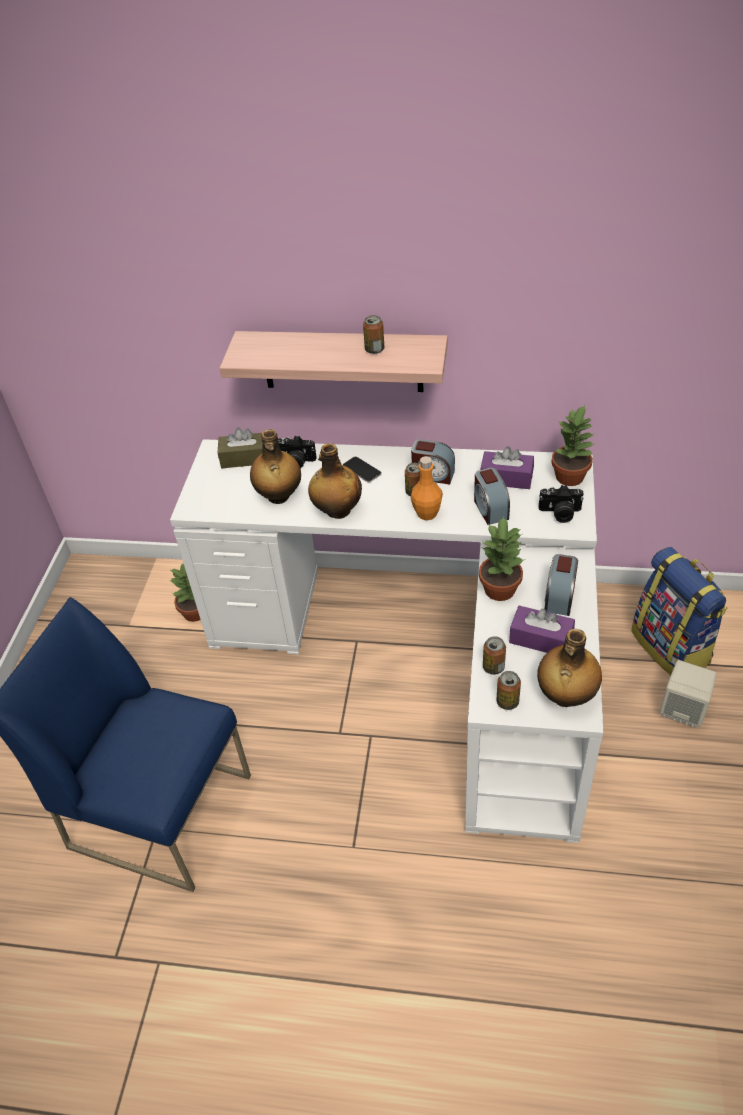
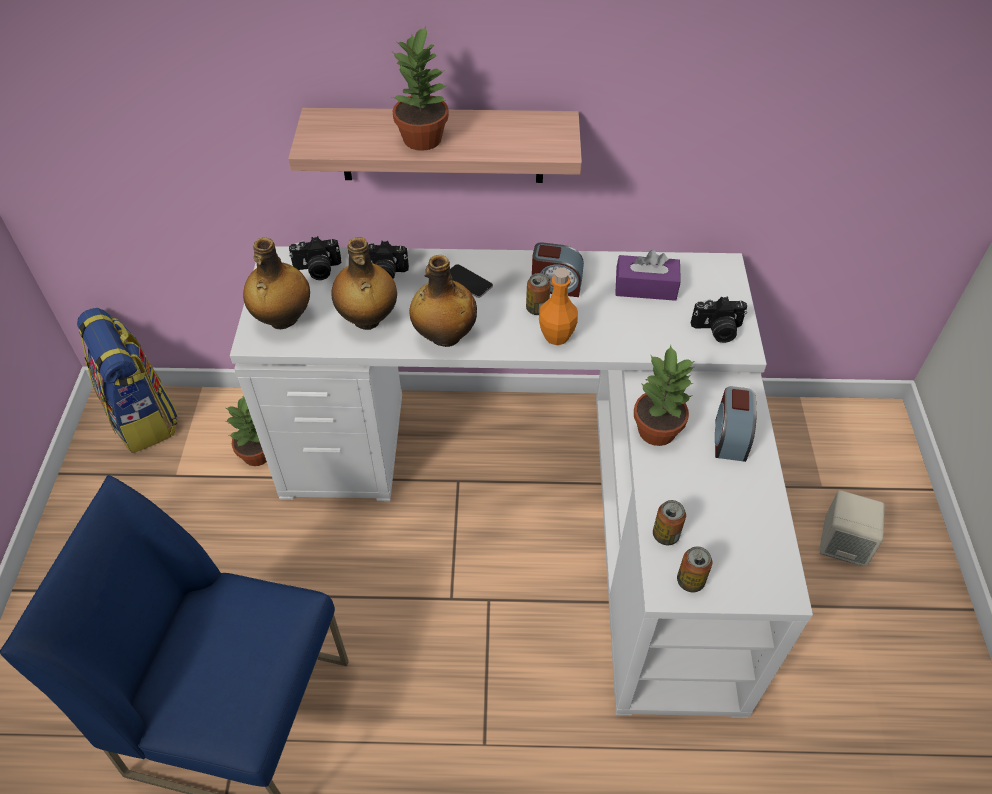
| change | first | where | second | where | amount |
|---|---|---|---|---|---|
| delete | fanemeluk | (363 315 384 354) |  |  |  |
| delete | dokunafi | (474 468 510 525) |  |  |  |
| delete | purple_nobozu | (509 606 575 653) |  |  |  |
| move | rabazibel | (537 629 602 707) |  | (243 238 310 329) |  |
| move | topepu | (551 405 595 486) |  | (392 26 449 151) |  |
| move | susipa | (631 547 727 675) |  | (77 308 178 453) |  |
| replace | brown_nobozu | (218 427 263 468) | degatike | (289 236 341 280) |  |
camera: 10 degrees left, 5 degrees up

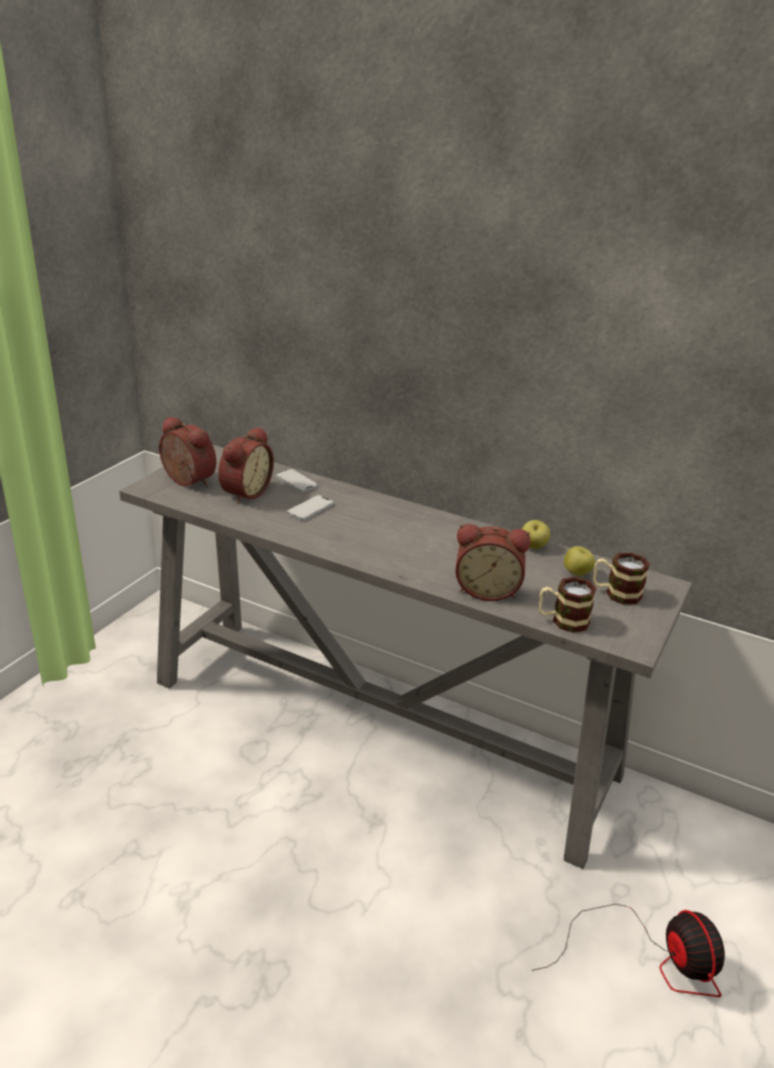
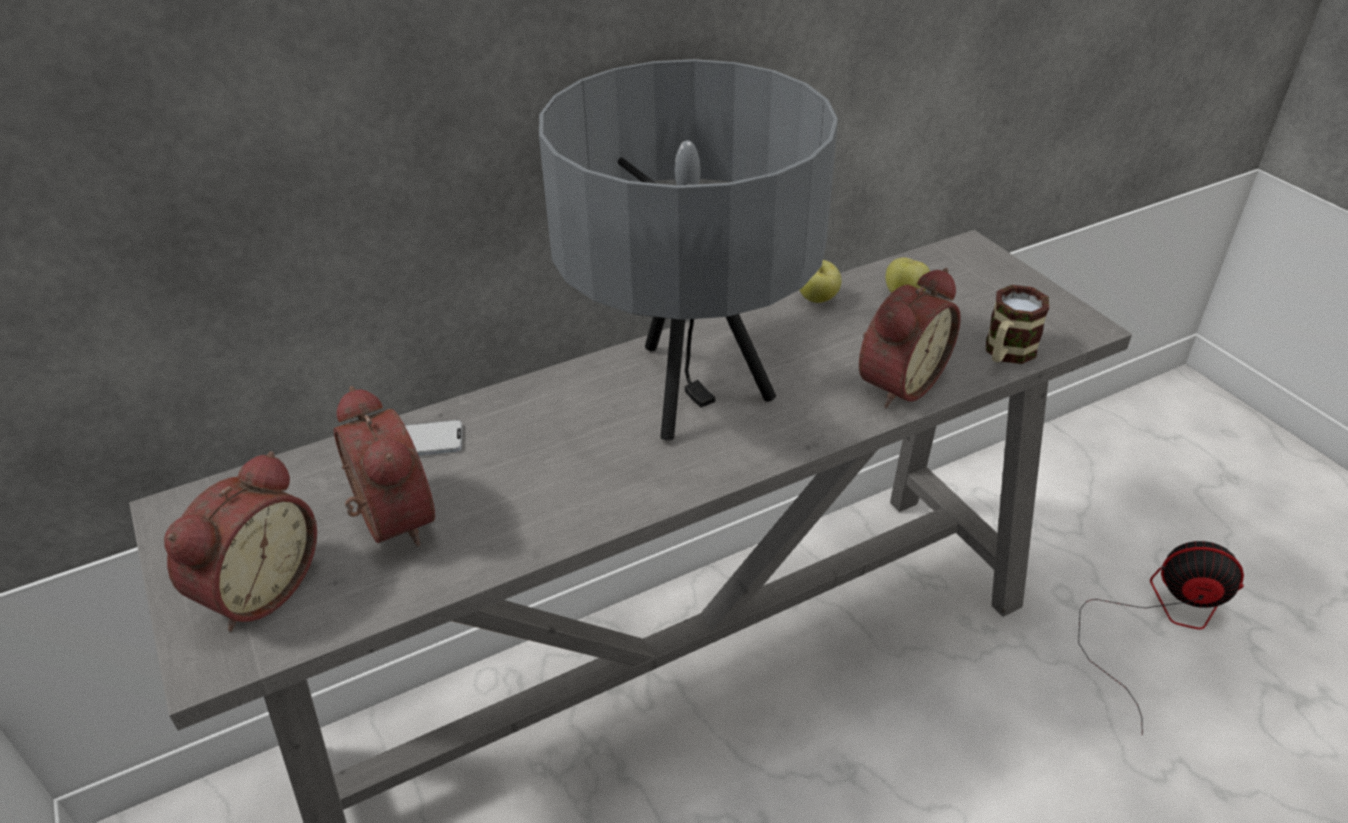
| change | first | where | second | where | amount |
|---|---|---|---|---|---|
| delete | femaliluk | (286 495 334 521) |  |  |  |
| delete | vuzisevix | (593 553 650 605) |  |  |  |
| insert |  |  | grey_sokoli | (539 59 838 440) |  |
| rotate | dokunafi | (159 416 216 487) |  | (164 451 317 632) | 135 degrees clockwise |
camera: 55 degrees left, 10 degrees up

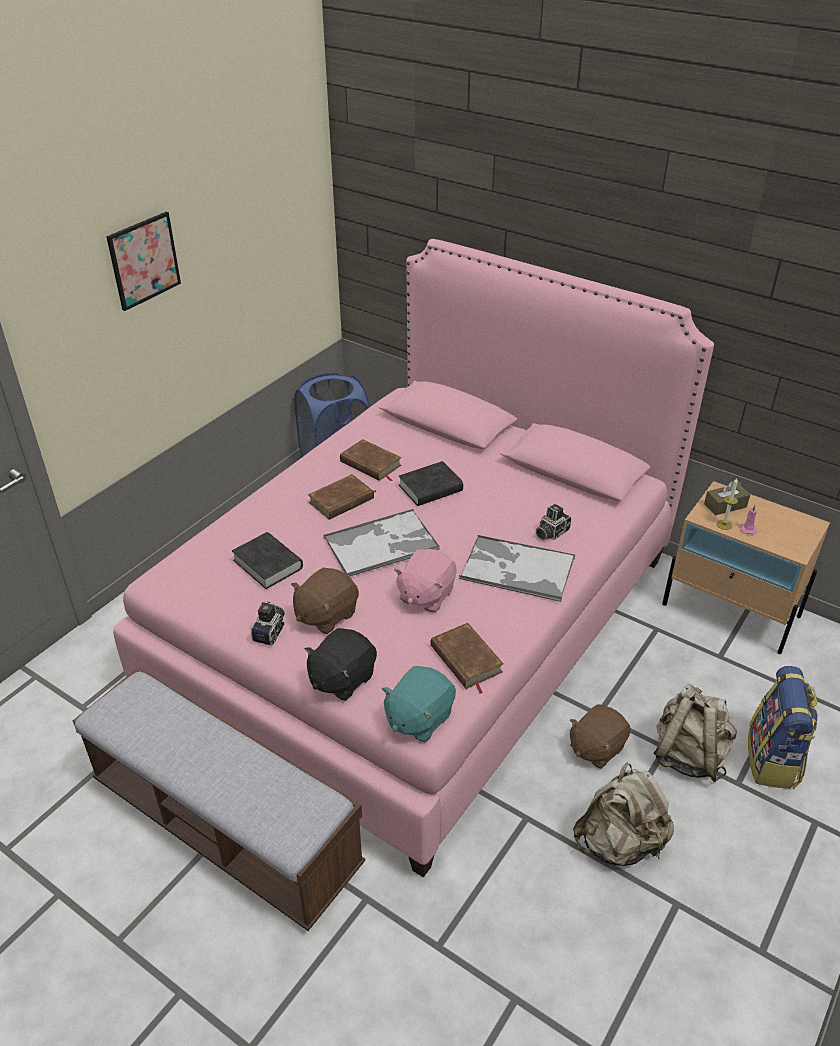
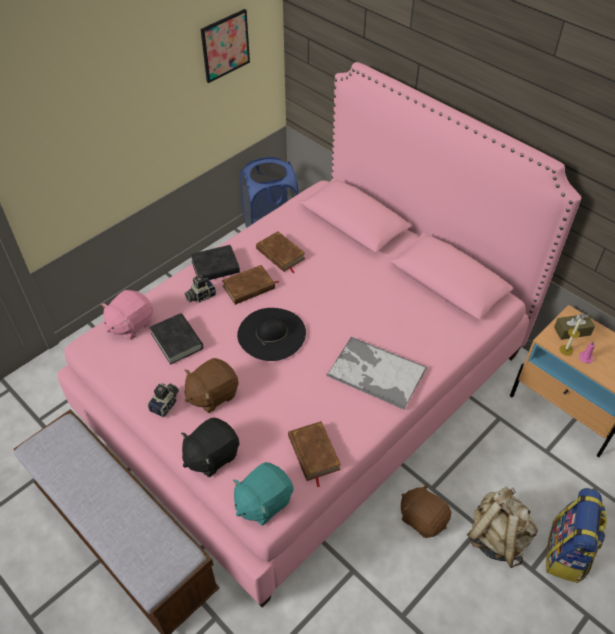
| change | first | where | second | where | amount |
|---|---|---|---|---|---|
| delete | beige_susipa | (573 763 674 866) |  |  |  |
| move | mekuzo | (106 212 181 311) |  | (201 9 250 83) |  |
| move | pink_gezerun | (394 549 457 612) |  | (101 290 153 340) |  |
| move | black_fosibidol | (399 461 463 506) |  | (190 245 240 280) |  |
| move | degatike | (536 504 572 540) |  | (185 275 216 303) |  |
| replace | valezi | (324 509 440 577) | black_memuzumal | (237 308 306 361) |  |
| rotate | brown_gezerun | (570 704 631 769) |  | (401 483 451 538) | 75 degrees clockwise |
camera: 10 degrees right, 10 degrees up

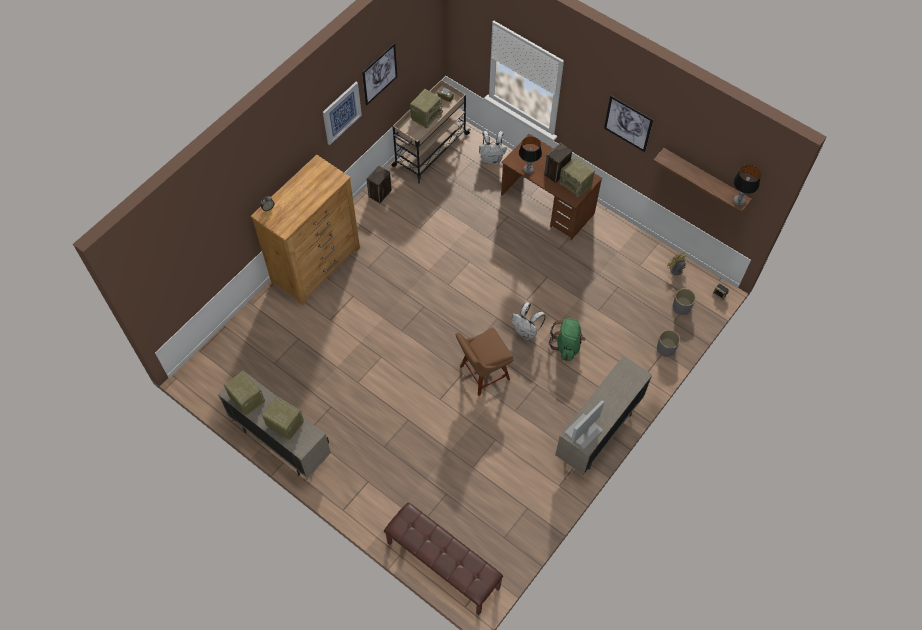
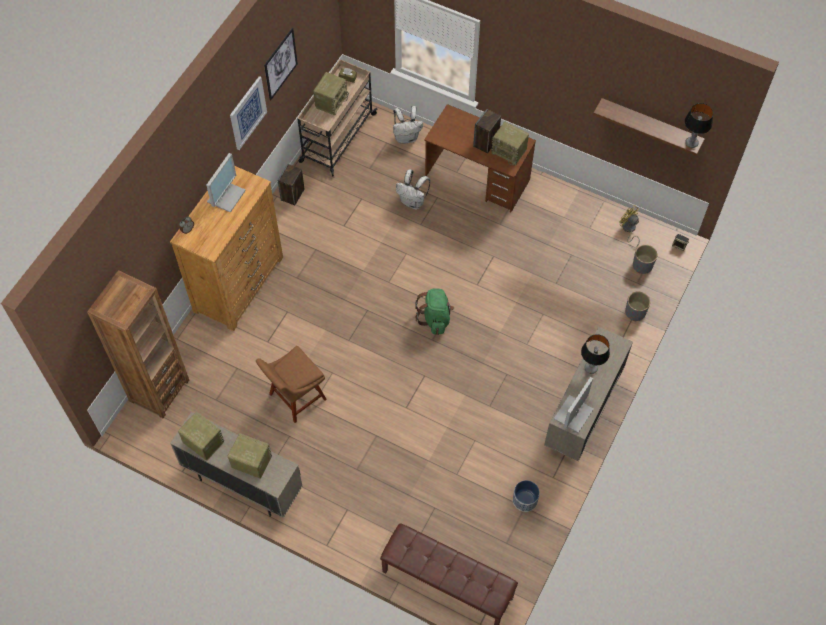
| change | first | where | second | where | amount |
|---|---|---|---|---|---|
| delete | mekuzo | (604 96 653 152) |  |  |  |
| insert |  |  | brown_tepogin | (87 270 189 418) |  |
| insert |  |  | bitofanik | (206 153 246 213) |  |
| insert |  |  | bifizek | (513 480 540 512) |  |
| move | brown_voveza | (456 327 514 396) |  | (256 346 327 423) |  |
| move | white_susipa | (511 302 546 340) |  | (396 170 430 210) |  |
| move | sokoli | (519 137 542 174) |  | (581 334 610 374) |  |
| move | green_susipa | (549 318 586 361) |  | (415 288 454 335) |  |
camera: 10 degrees left, 0 degrees up

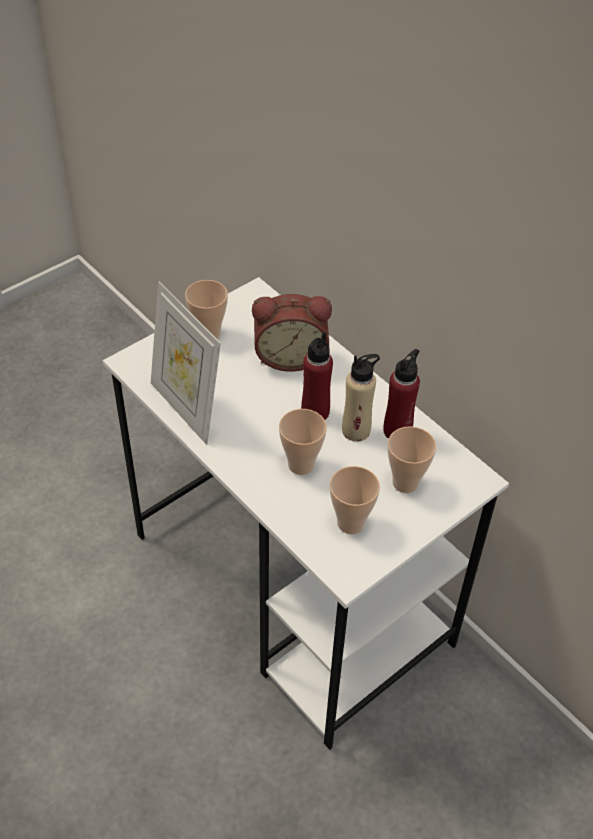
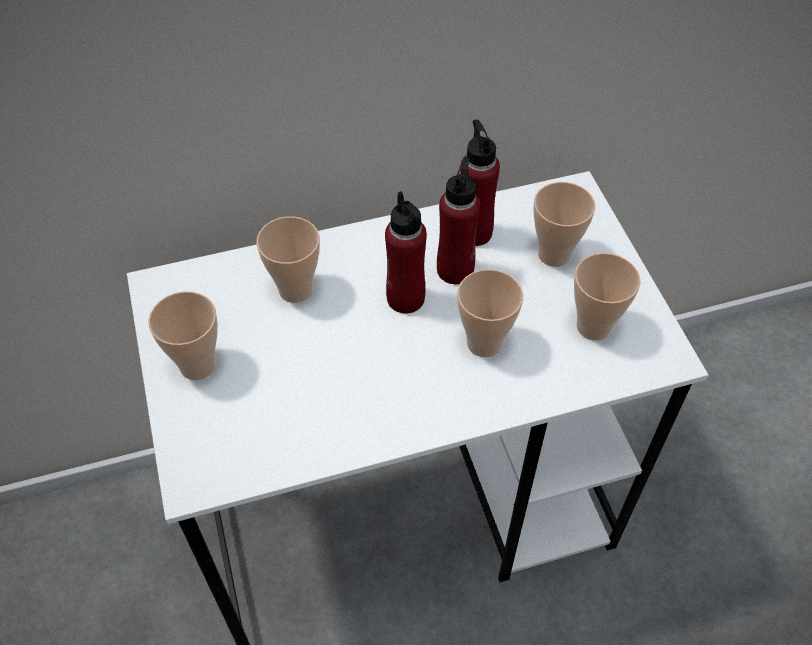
| change | first | where | second | where | amount |
|---|---|---|---|---|---|
| delete | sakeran | (151 281 221 445) |  |  |  |
| replace | dokunafi | (252 294 332 372) | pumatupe | (256 216 320 303) |  |
| recolor | beige_rabazibel | (342 354 380 442) | red_rabazibel | (437 157 480 284) |  |
camera: 65 degrees left, 5 degrees up

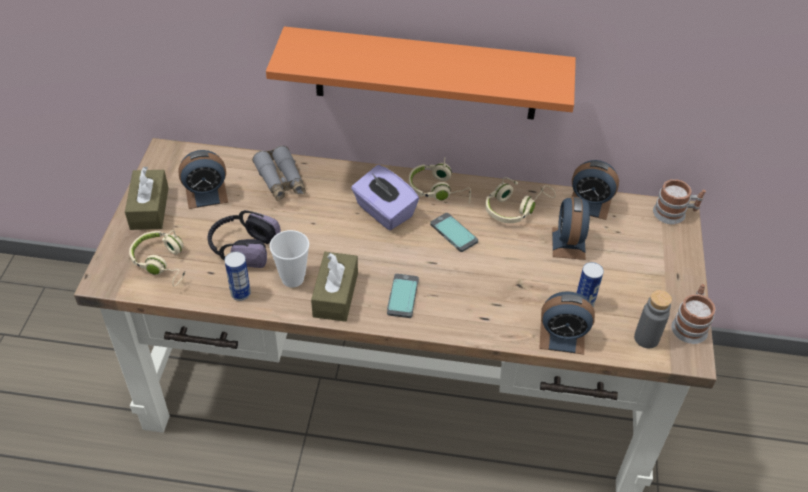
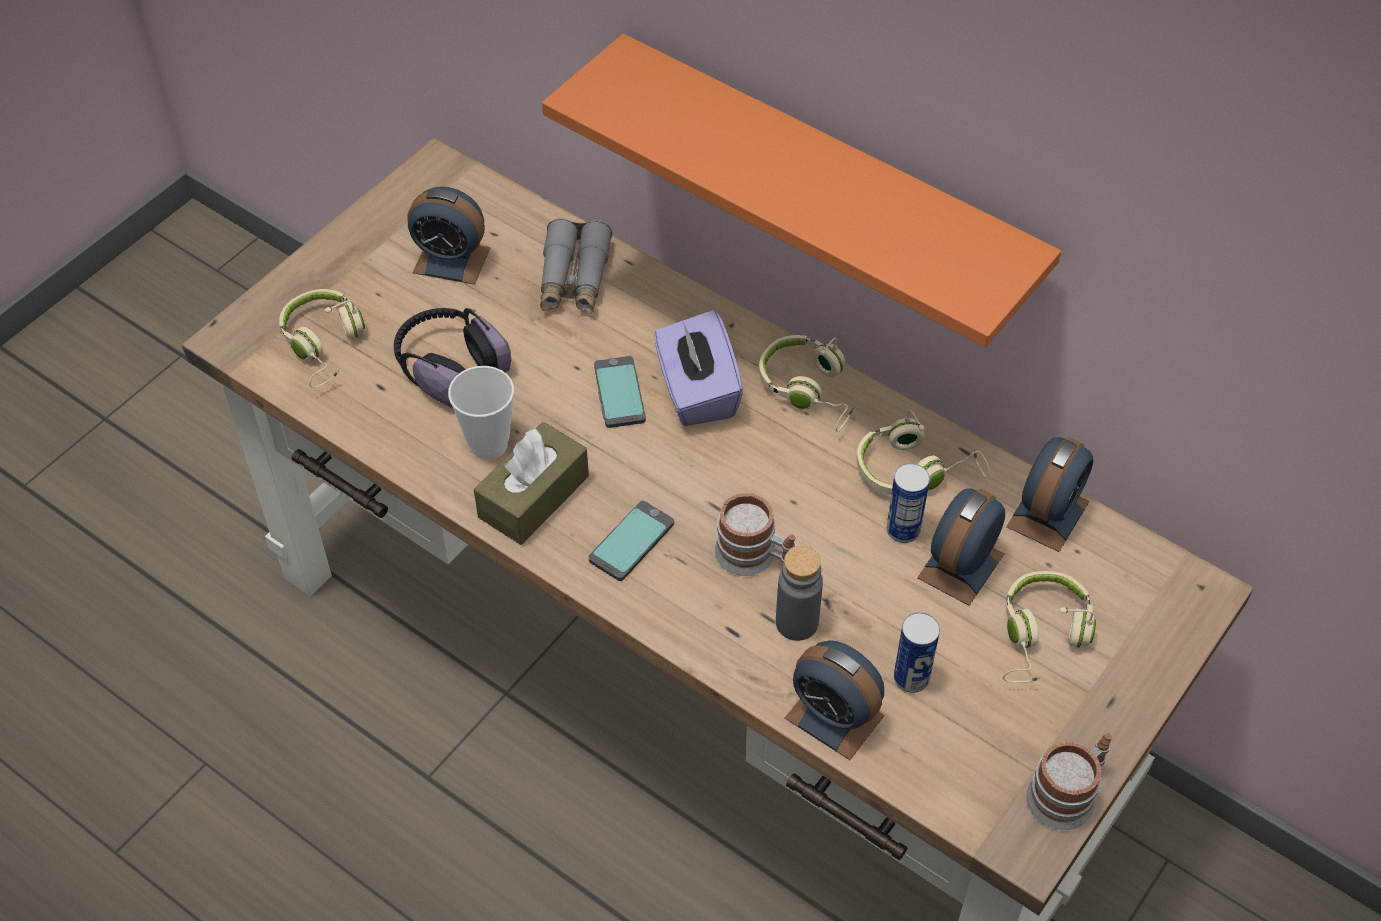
| change | first | where | second | where | amount |
|---|---|---|---|---|---|
| delete | brown_nobozu | (125 166 169 230) |  |  |  |
| insert |  |  | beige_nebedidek | (1003 571 1096 682) |  |
| move | fanemeluk | (225 252 251 301) |  | (886 463 930 543) |  |
| move | femaliluk | (430 213 478 252) |  | (594 356 646 428) |  |
| move | grey_rabazibel | (634 290 672 348) |  | (776 546 823 641) |  |
| move | vuzisevix | (653 179 706 224) |  | (715 493 795 576) |  |
| rotate | dokunafi | (572 160 619 220) |  | (1006 437 1093 552) | 105 degrees counterclockwise |
camera: 30 degrees right, 5 degrees up

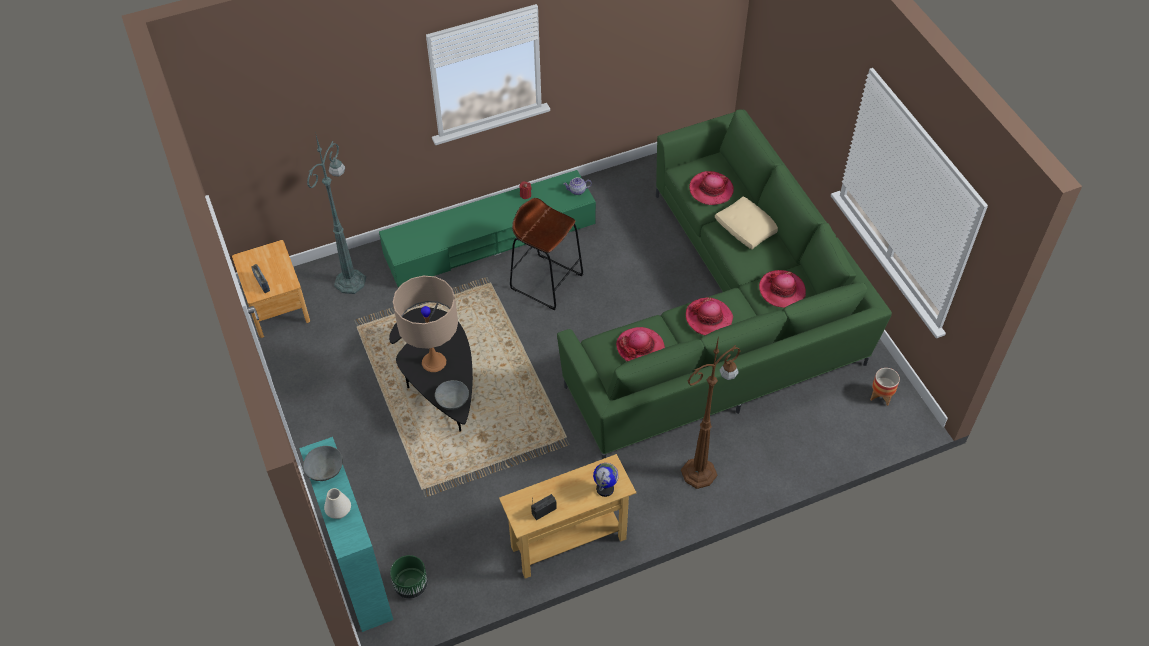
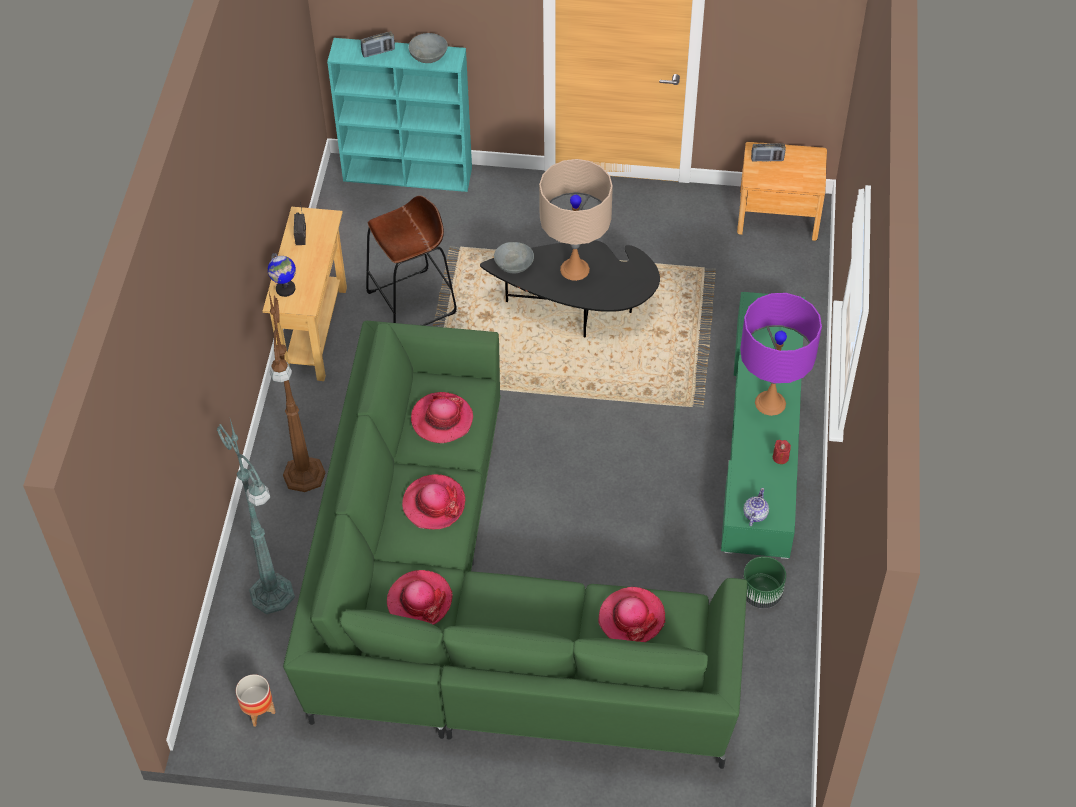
| change | first | where | second | where | amount |
|---|---|---|---|---|---|
| delete | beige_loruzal | (715 196 778 249) |  |  |  |
| insert |  |  | purple_sokoli | (740 293 822 416) |  |
| move | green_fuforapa | (307 132 366 294) |  | (217 419 295 614) |  |
| move | green_bifizek | (390 555 428 599) |  | (743 556 786 609) |  |
| move | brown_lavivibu | (510 198 583 310) |  | (366 195 457 326) |  |
| replace | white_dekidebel | (324 488 351 519) | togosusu | (361 32 395 58) |  |
camera: 120 degrees right, 0 degrees up

